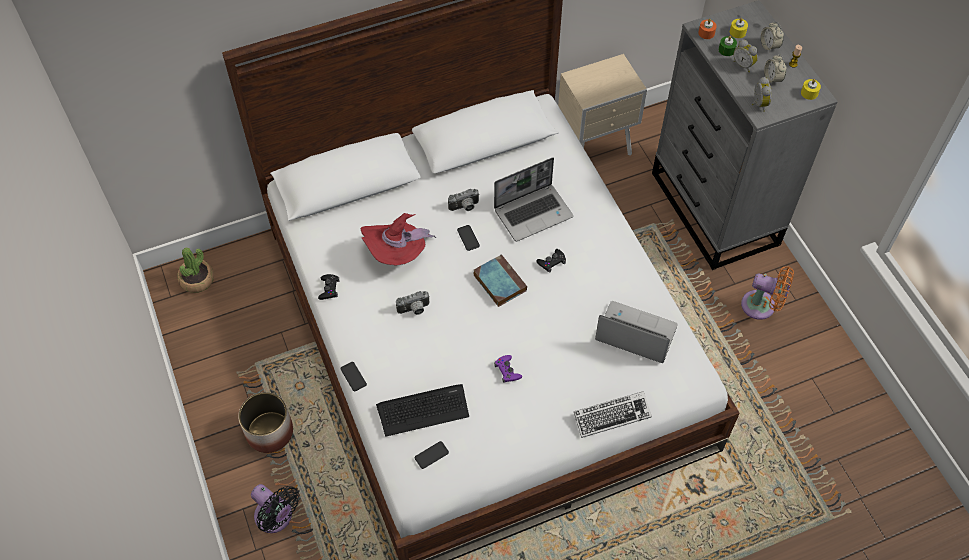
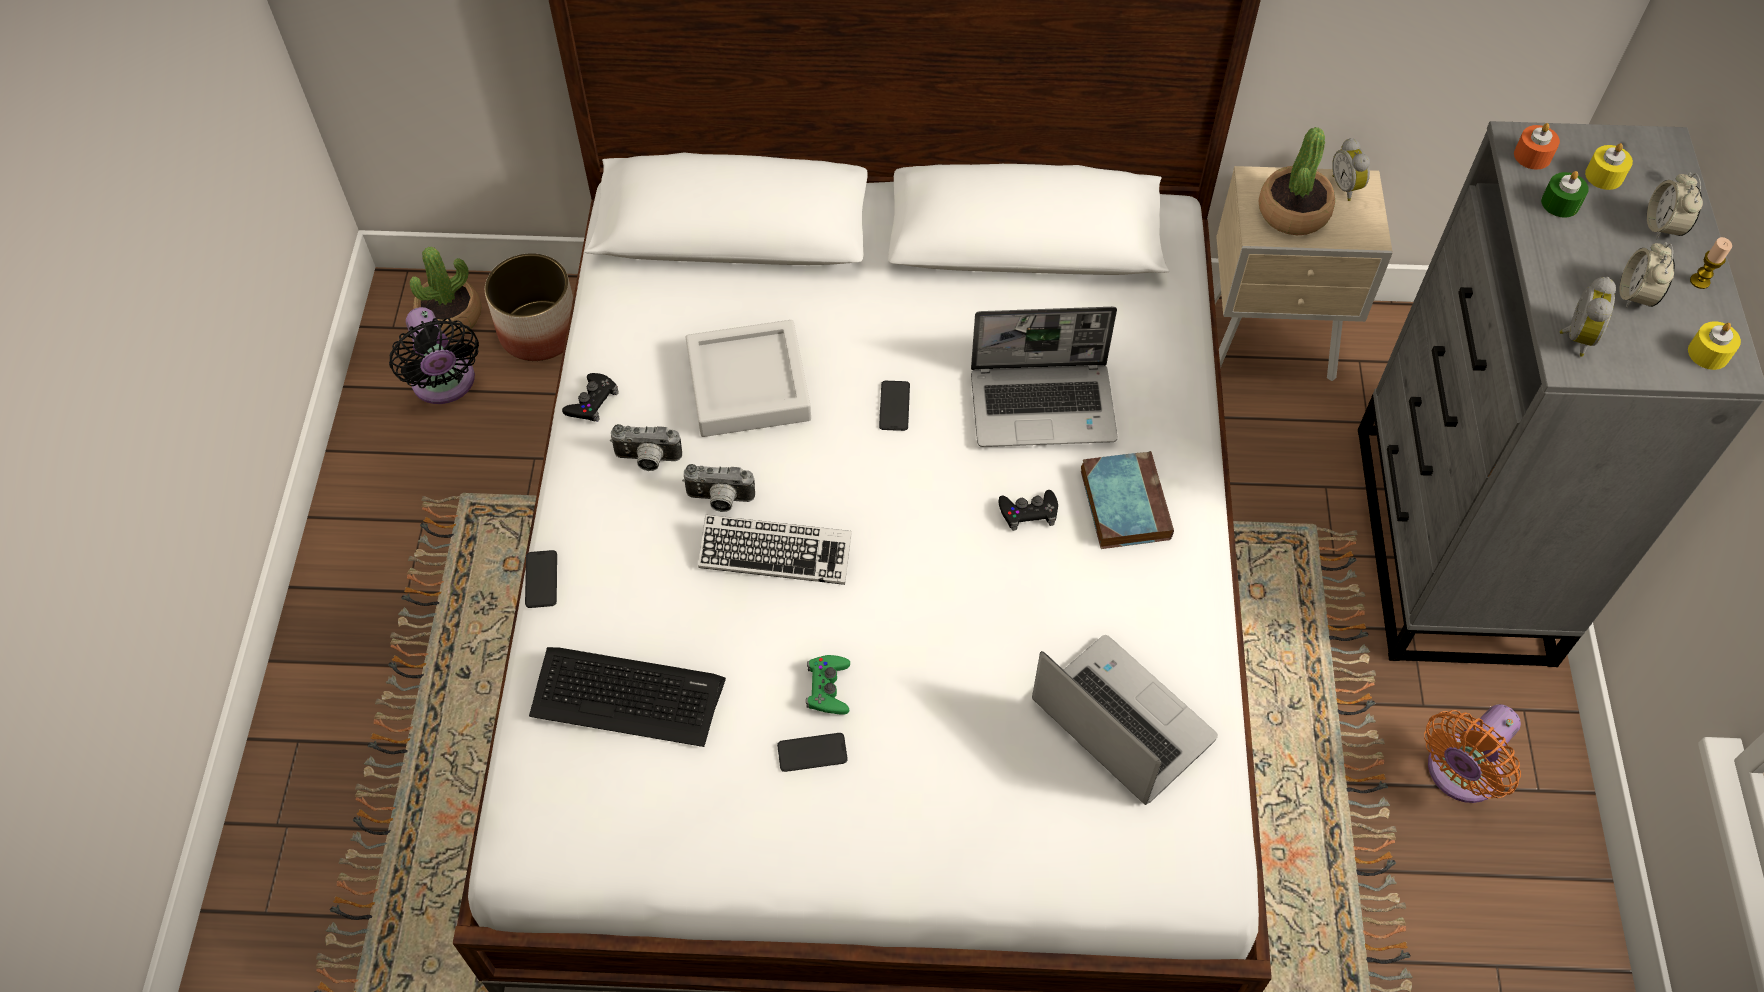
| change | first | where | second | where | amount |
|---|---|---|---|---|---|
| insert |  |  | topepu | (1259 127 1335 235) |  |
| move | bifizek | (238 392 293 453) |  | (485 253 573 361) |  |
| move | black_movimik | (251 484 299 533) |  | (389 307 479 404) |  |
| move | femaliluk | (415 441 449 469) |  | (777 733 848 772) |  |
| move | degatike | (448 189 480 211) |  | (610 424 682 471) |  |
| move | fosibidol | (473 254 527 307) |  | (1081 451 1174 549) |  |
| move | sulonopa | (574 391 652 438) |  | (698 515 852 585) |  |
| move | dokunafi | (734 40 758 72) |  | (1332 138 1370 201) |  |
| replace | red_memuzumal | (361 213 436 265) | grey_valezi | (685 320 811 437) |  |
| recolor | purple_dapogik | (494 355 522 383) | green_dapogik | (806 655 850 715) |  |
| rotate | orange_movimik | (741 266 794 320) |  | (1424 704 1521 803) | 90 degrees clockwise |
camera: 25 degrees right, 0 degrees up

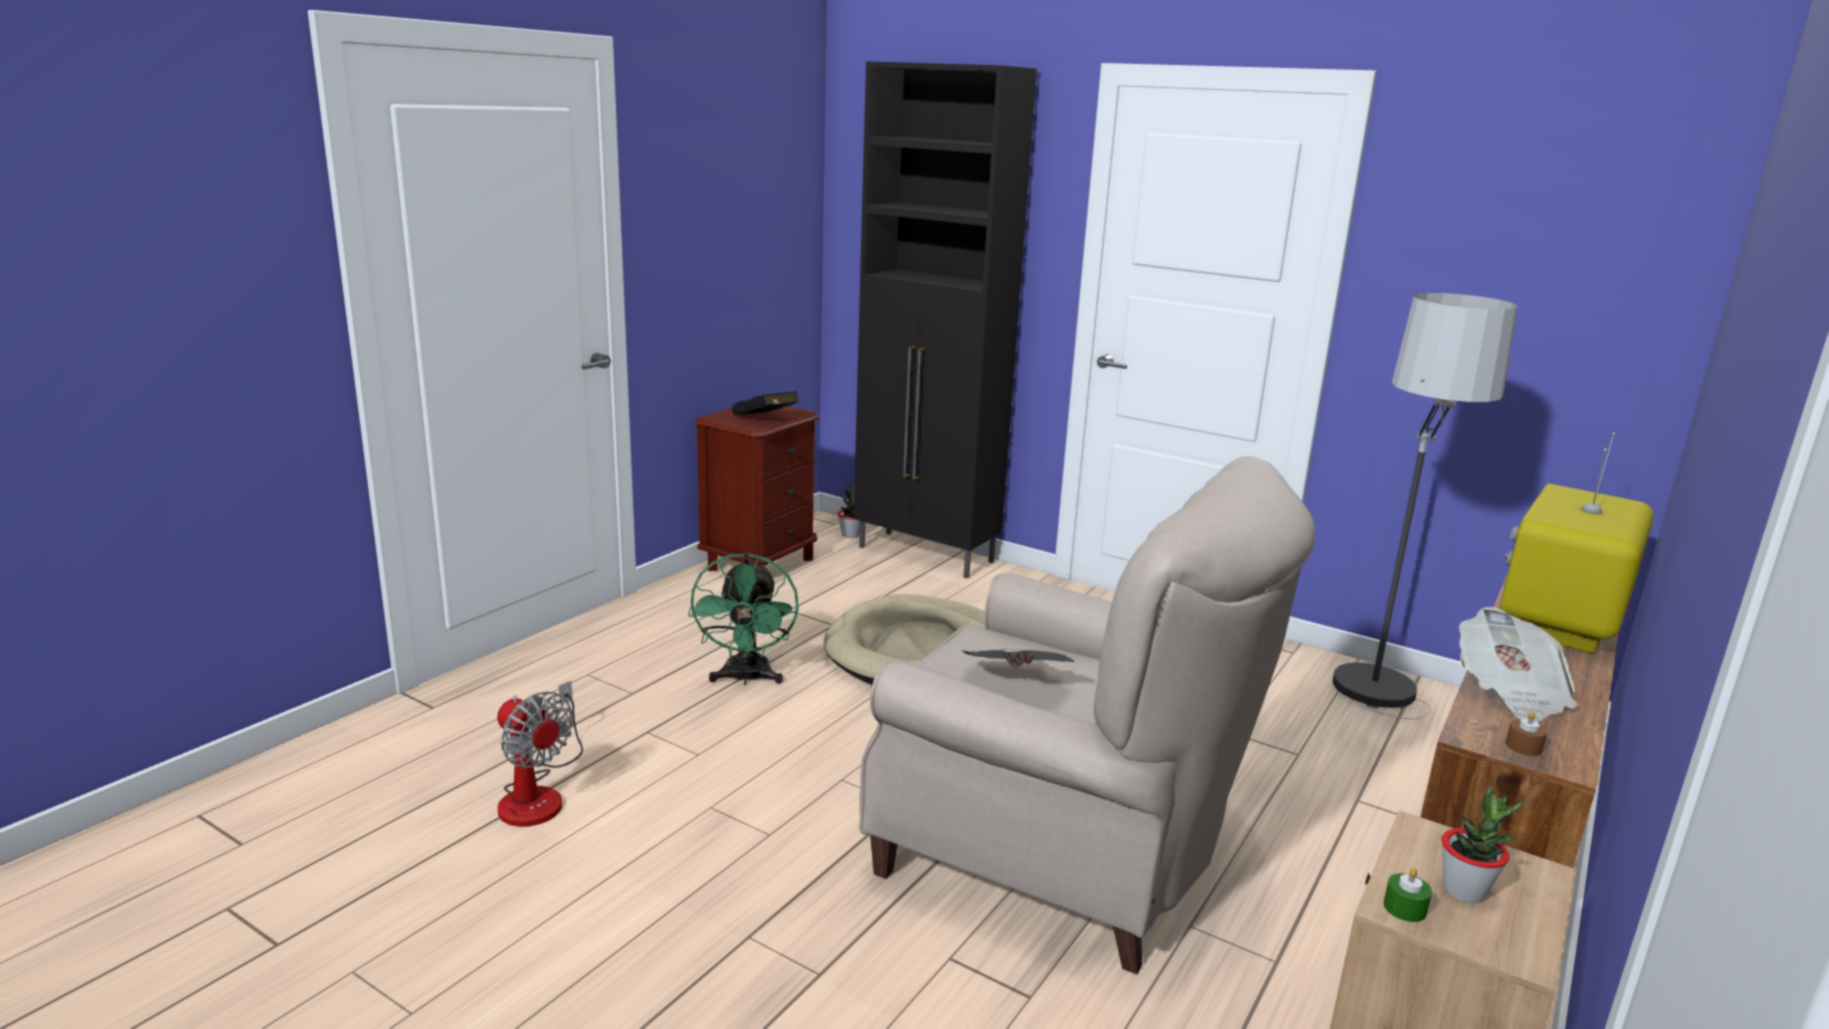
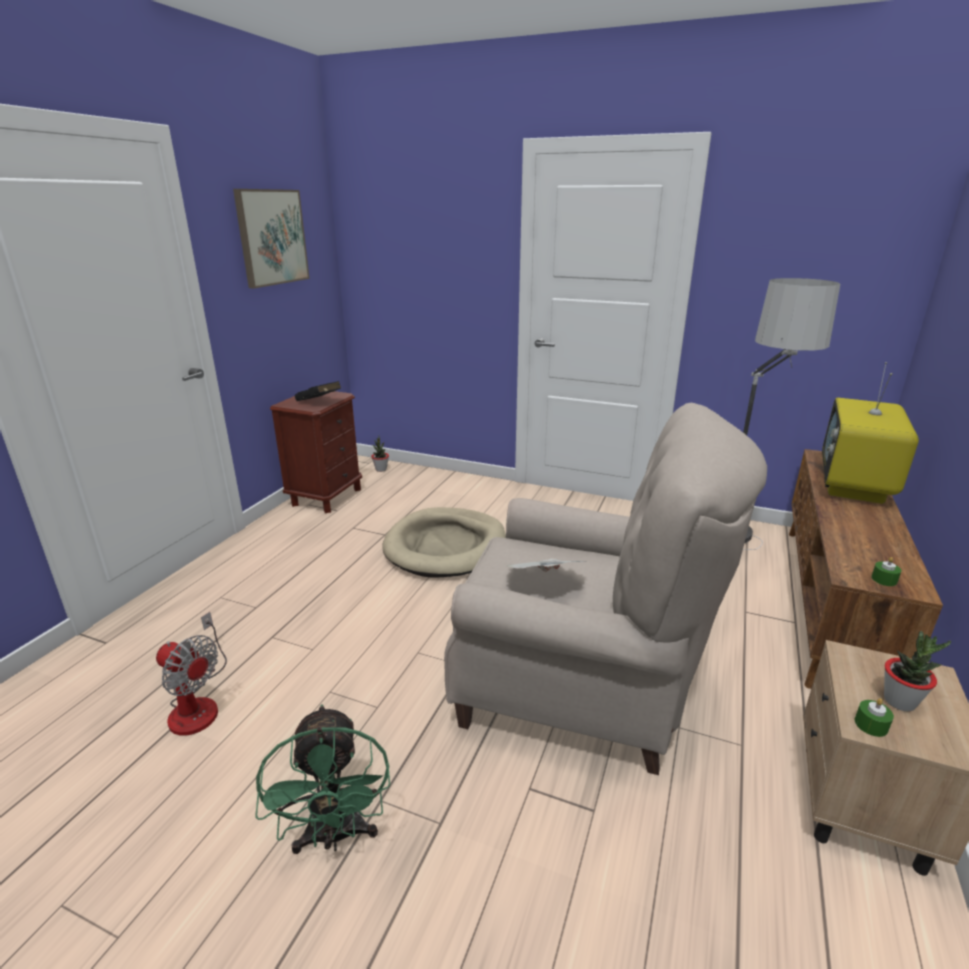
| change | first | where | second | where | amount |
|---|---|---|---|---|---|
| delete | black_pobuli | (854 61 1037 578) |  |  |  |
| delete | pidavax | (1459 607 1577 722) |  |  |  |
| insert |  |  | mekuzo | (233 189 310 289) |  |
| move | green_movimik | (688 553 799 685) |  | (255 704 390 854) |  |
| recolor | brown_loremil | (1505 711 1548 756) | green_loremil | (871 557 901 586) |  |
camera: 10 degrees left, 5 degrees up

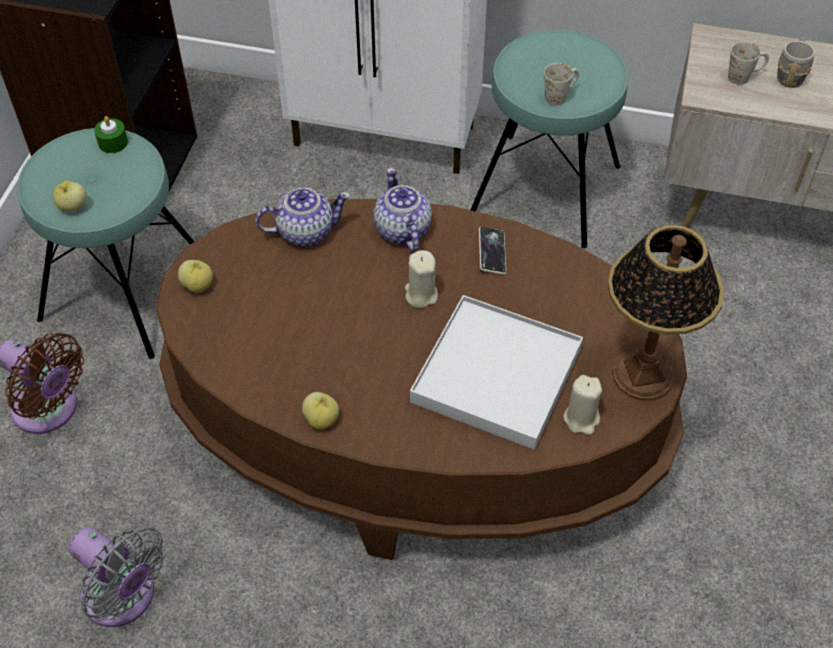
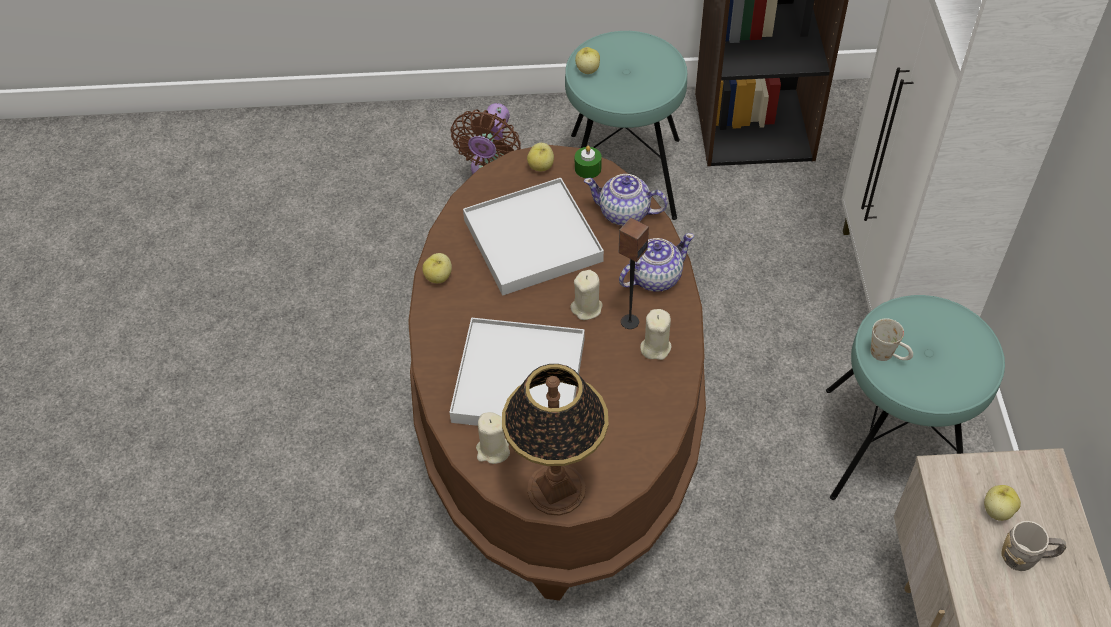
| change | first | where | second | where | amount |
|---|---|---|---|---|---|
| delete | grey_movimik | (69 525 166 627) |  |  |  |
| insert |  |  | white_valezi | (463 178 604 296) |  |
| insert |  |  | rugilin | (619 218 649 329) |  |
| move | green_loremil | (94 116 128 153) |  | (575 146 602 178) |  |
| replace | femaliluk | (479 227 506 274) | beige_loremil | (640 309 672 360) |  |
| replace | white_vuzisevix | (728 42 769 85) | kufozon | (984 485 1021 521) |  |
| rotate | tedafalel | (255 188 351 246) |  | (584 174 668 226) | 135 degrees clockwise |
camera: 75 degrees right, 0 degrees up

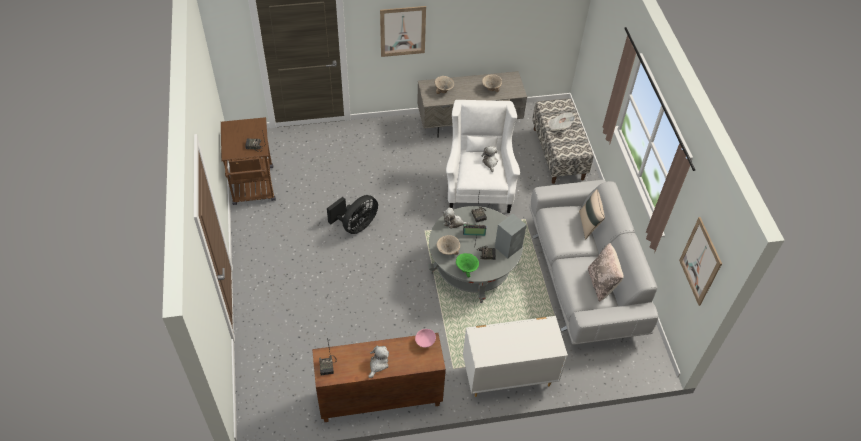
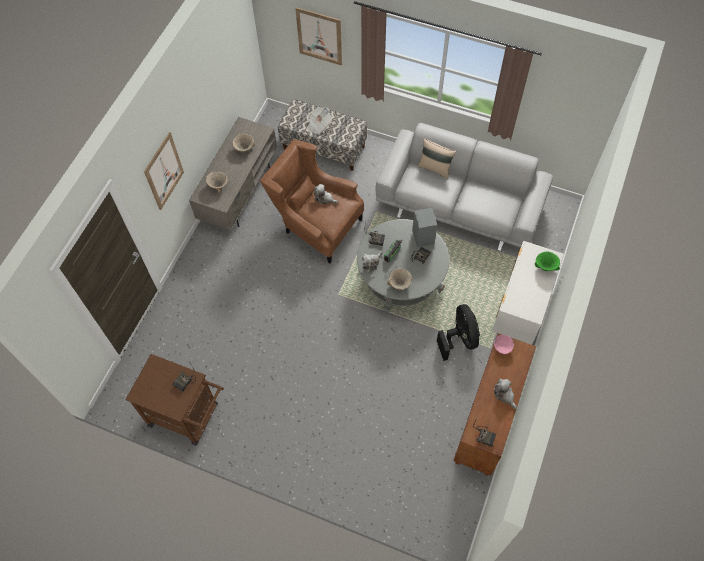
| change | first | where | second | where | amount |
|---|---|---|---|---|---|
| delete | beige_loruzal | (588 243 624 302) |  |  |  |
| move | black_movimik | (327 195 378 234) |  | (437 304 480 361) |  |
| move | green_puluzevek | (456 253 479 278) |  | (535 251 560 271) |  |
| move | mekuzo | (679 217 722 306) |  | (295 7 342 66) |  |
| recolor | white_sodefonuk | (446 100 520 213) | brown_sodefonuk | (260 140 364 263) |  |
camera: 55 degrees left, 10 degrees up

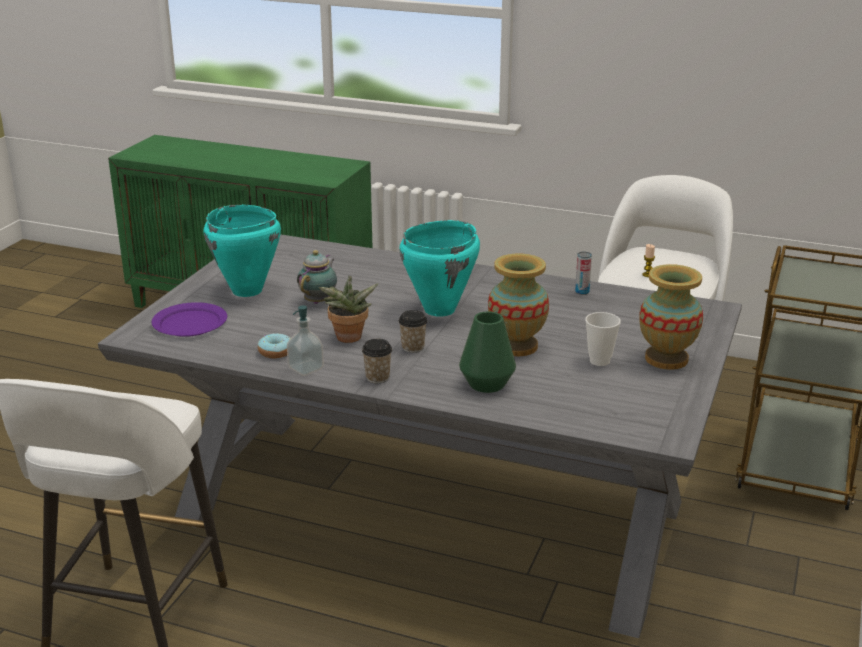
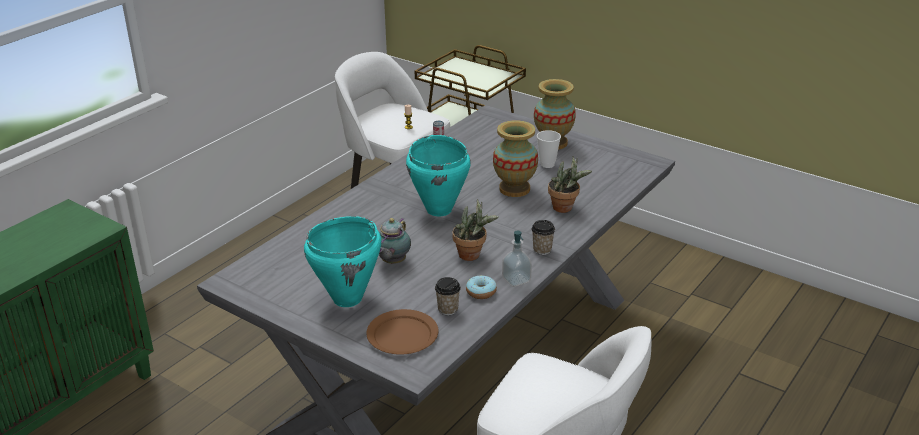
| change | first | where | second | where | amount |
|---|---|---|---|---|---|
| move | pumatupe | (399 310 427 353) |  | (435 277 461 315) |  |
| replace | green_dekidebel | (459 311 516 393) | topepu | (548 157 592 213) |  |
| recolor | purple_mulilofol | (152 302 227 337) | brown_mulilofol | (366 309 439 355) |  |
| rotate | tedafalel | (297 250 337 304) |  | (379 218 411 264) | 105 degrees counterclockwise |
camera: 75 degrees left, 5 degrees up

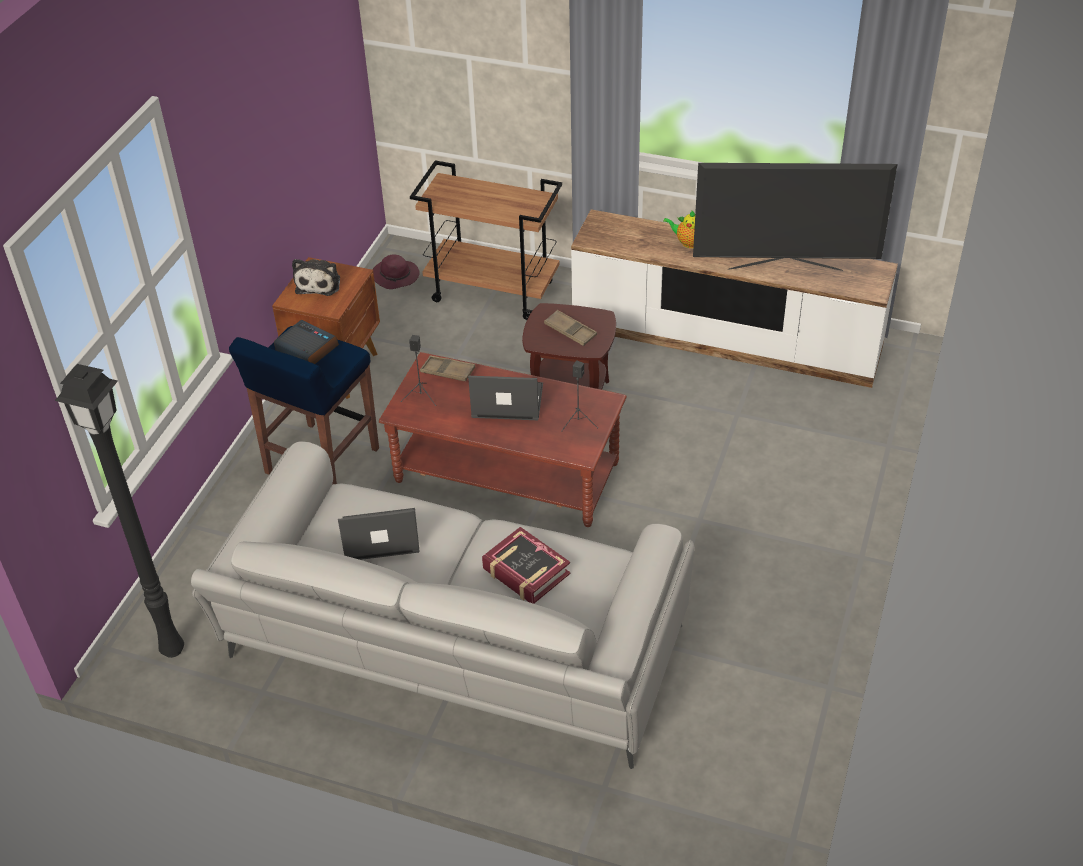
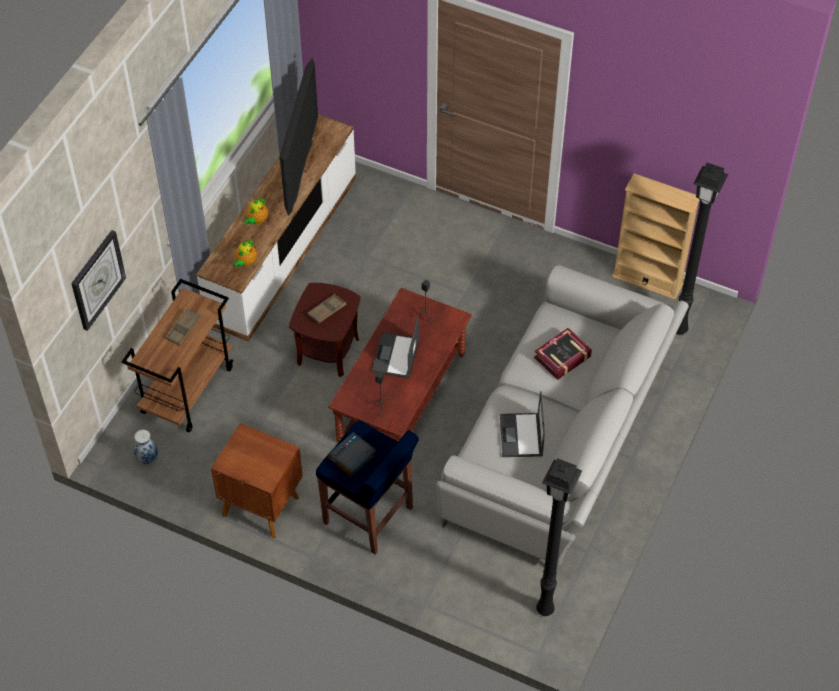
| change | first | where | second | where | amount |
|---|---|---|---|---|---|
| delete | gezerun | (292 259 340 296) |  |  |  |
| insert |  |  | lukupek | (71 230 126 331) |  |
| insert |  |  | tedafalel | (233 239 257 268) |  |
| insert |  |  | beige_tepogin | (612 173 699 300) |  |
| insert |  |  | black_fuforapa | (676 163 728 335) |  |
| move | brown_valezi | (420 356 475 381) |  | (165 308 201 346) |  |
| replace | purple_memuzumal | (373 255 420 289) | dekidebel | (134 430 158 464) |  |
camera: 85 degrees left, 10 degrees up

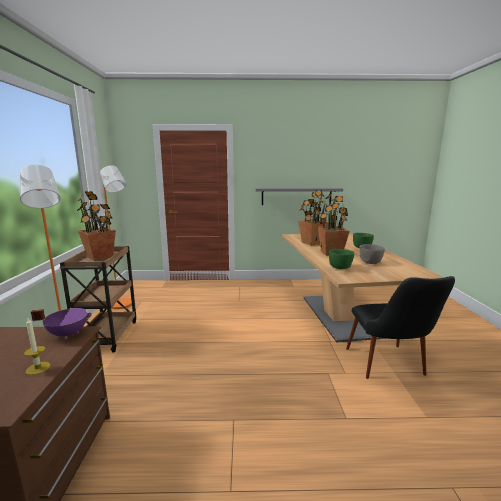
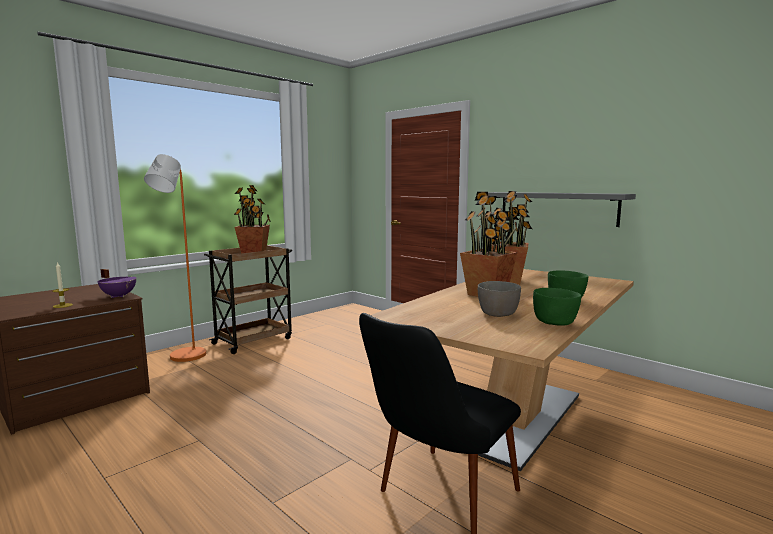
| change | first | where | second | where | amount |
|---|---|---|---|---|---|
| delete | orange_fuforapa | (100 165 132 309) |  |  |  |
| move | green_puluzevek | (329 249 354 269) |  | (533 288 581 325) |  |
camera: 45 degrees right, 5 degrees down

